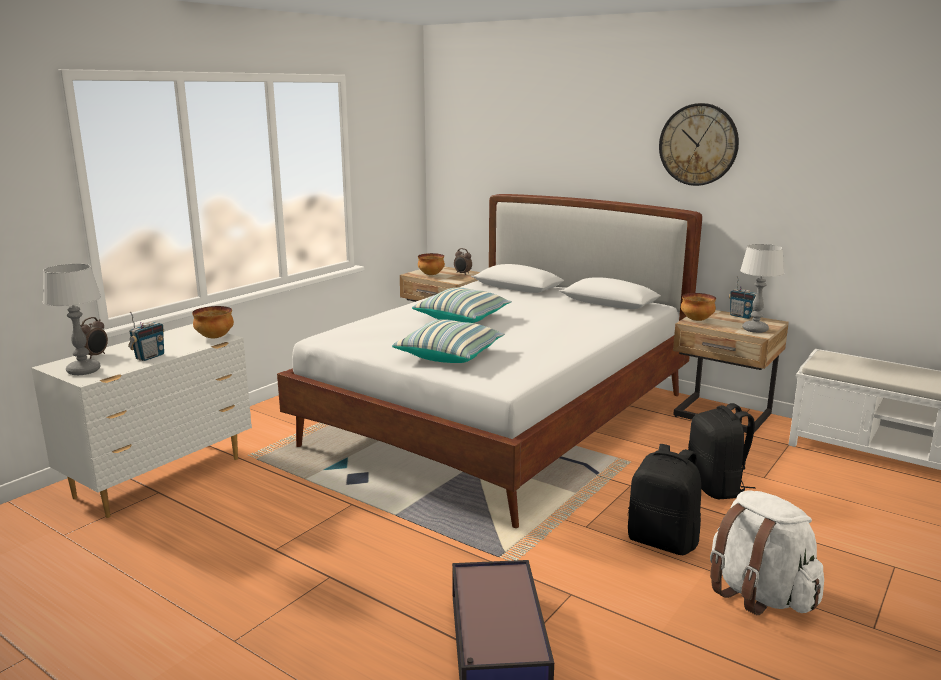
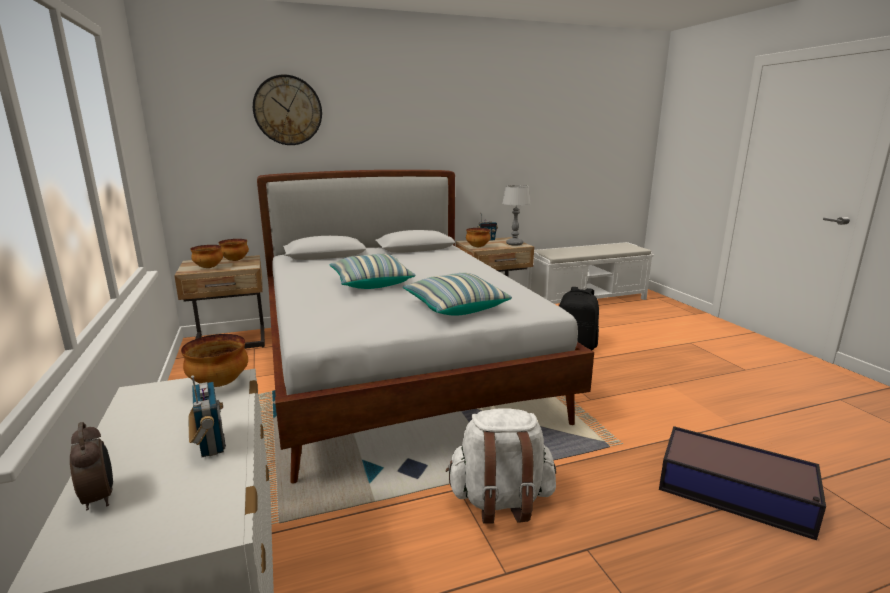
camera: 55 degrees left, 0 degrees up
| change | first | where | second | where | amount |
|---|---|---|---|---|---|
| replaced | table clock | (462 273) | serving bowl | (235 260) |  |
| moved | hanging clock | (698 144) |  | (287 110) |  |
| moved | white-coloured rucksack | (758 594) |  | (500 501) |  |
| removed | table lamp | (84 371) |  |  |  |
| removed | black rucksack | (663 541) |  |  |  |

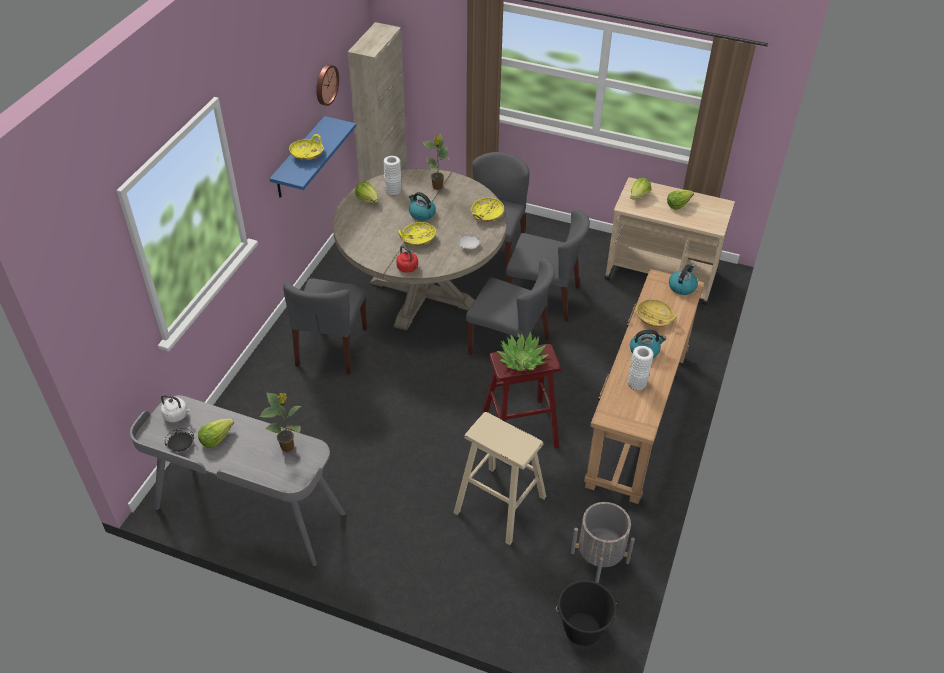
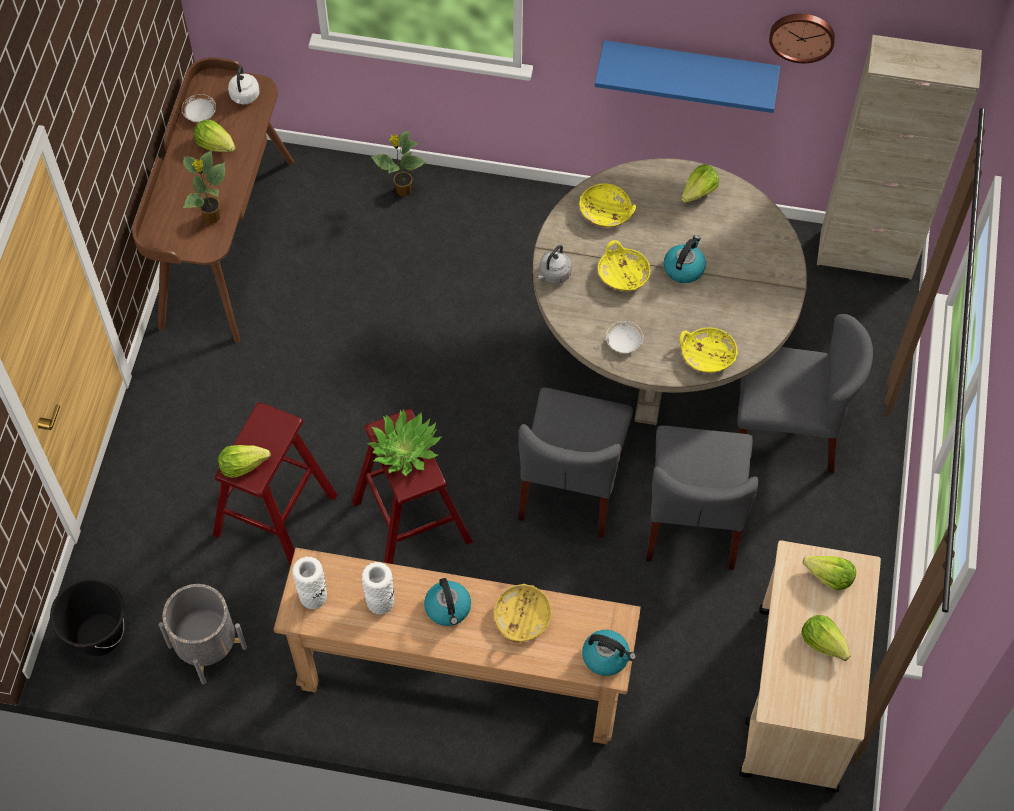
camera: 80 degrees right, 15 degrees up
| change | first | where | second | where | amount |
|---|---|---|---|---|---|
| recoloured | gray desk table | (248 512) | brownish desk table | (225 242) |  |
| recoloured | black plate | (181 445) | white-coloured plate | (200 115) |  |
| recoloured | sand-coloured sitting stool | (500 504) | red-coloured sitting stool | (275 515) |  |
| added |  |  | lettuce | (243 465) |  |
| moved | white-coloured flower vase | (393 190) |  | (313 596) |  |
| moved | potted plant | (437 187) |  | (402 191) |  |
| recoloured | red-coloured water kettle | (408 268) | gray water kettle | (553 275) |  |
| moved | yellowish serving bowl | (308 154) |  | (606 212) |  |
| removed | gray upright chair | (332 347) |  |  |  |

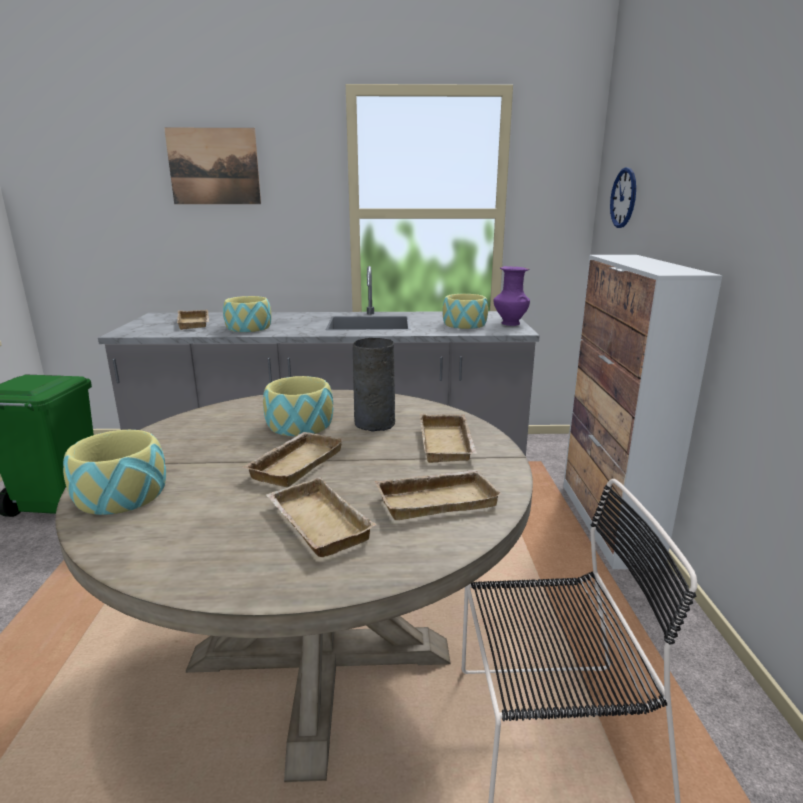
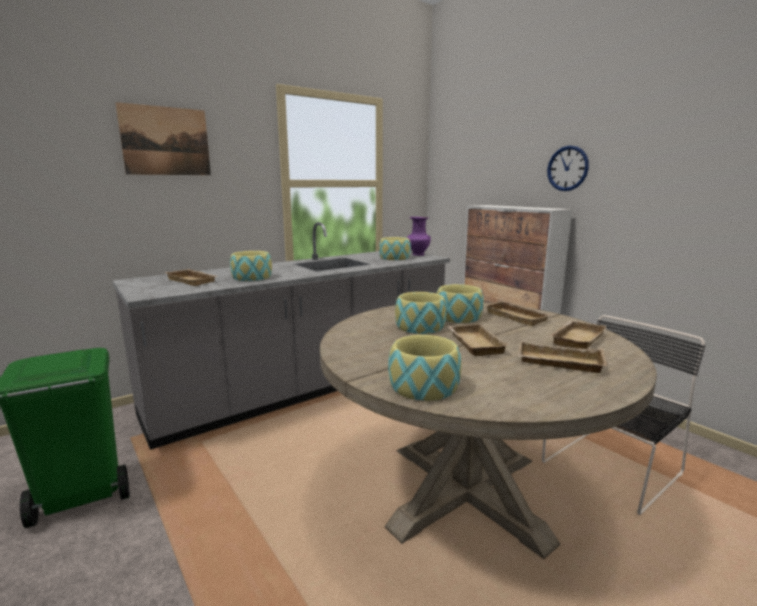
camera: 35 degrees left, 5 degrees down
| change | first | where | second | where | amount |
|---|---|---|---|---|---|
| replaced | gray flower vase | (375 423) | serving bowl | (458 316) |  |
| moved | hanging clock | (623 198) |  | (567 168) |  |

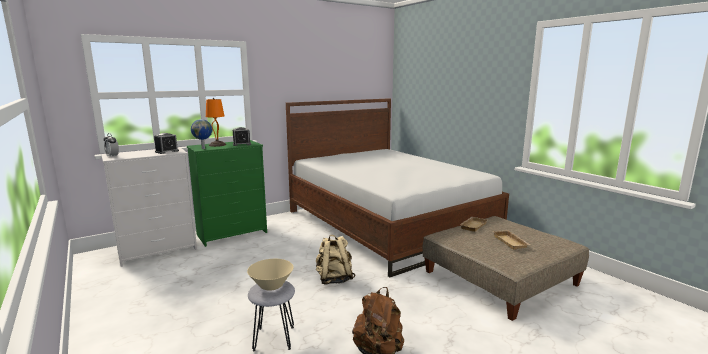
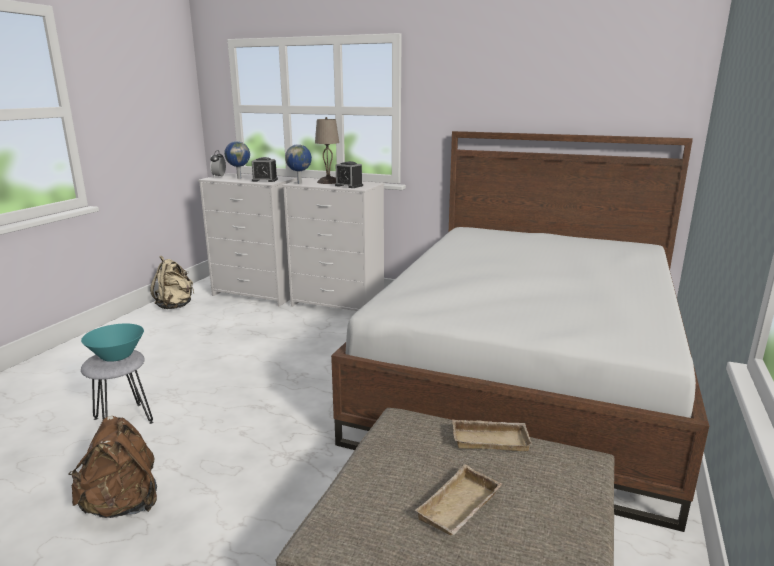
camera: 55 degrees right, 5 degrees up
| change | first | where | second | where | amount |
|---|---|---|---|---|---|
| recoloured | sand-coloured serving bowl | (271 285) | turquoise serving bowl | (117 356) |  |
| moved | sand-coloured rucksack | (334 279) |  | (175 306) |  |
| added |  |  | globe | (239 178) |  |
| recoloured | greenish dresser | (232 233) | white-coloured dresser | (338 304) |  |
| recoloured | orange-coloured table lamp | (217 145) | sand-coloured table lamp | (328 182) |  |

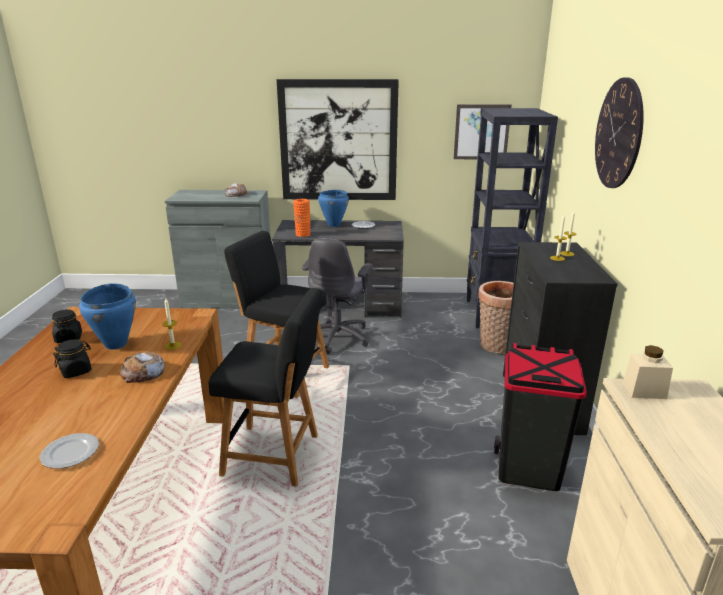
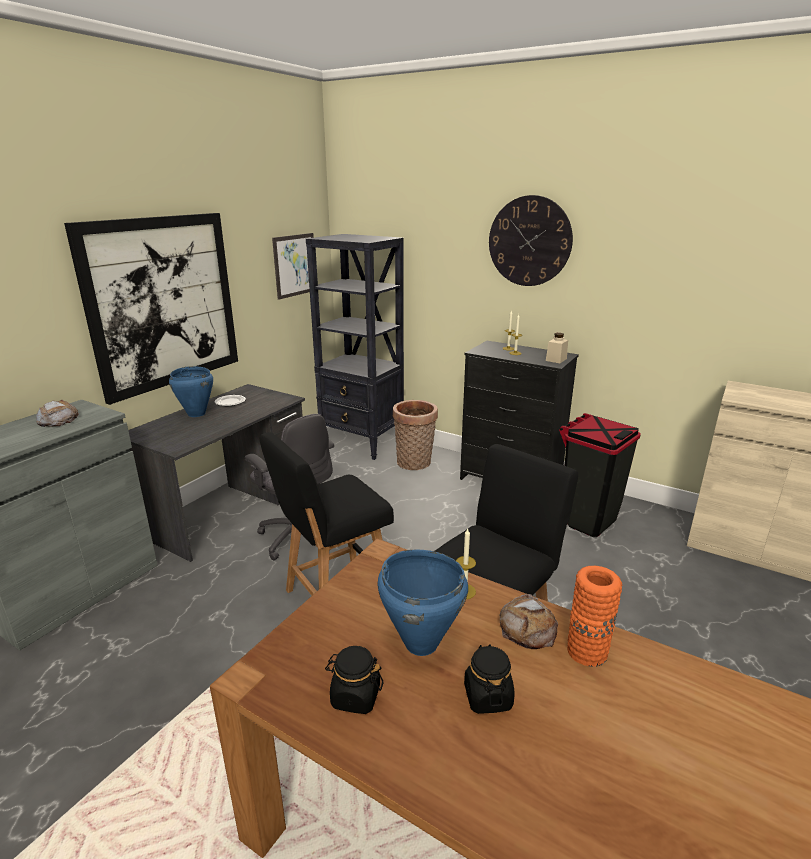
camera: 60 degrees left, 0 degrees up
| change | first | where | second | where | amount |
|---|---|---|---|---|---|
| moved | sand-coloured jar | (644 390) |  | (556 359) |  |
| moved | orange-coloured flower vase | (303 235) |  | (586 651) |  |
| removed | plate | (71 453) |  |  |  |

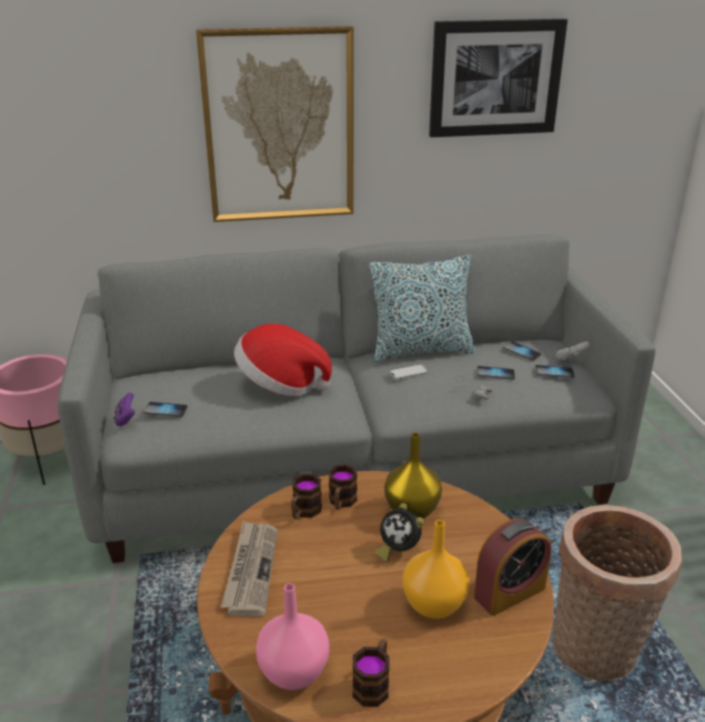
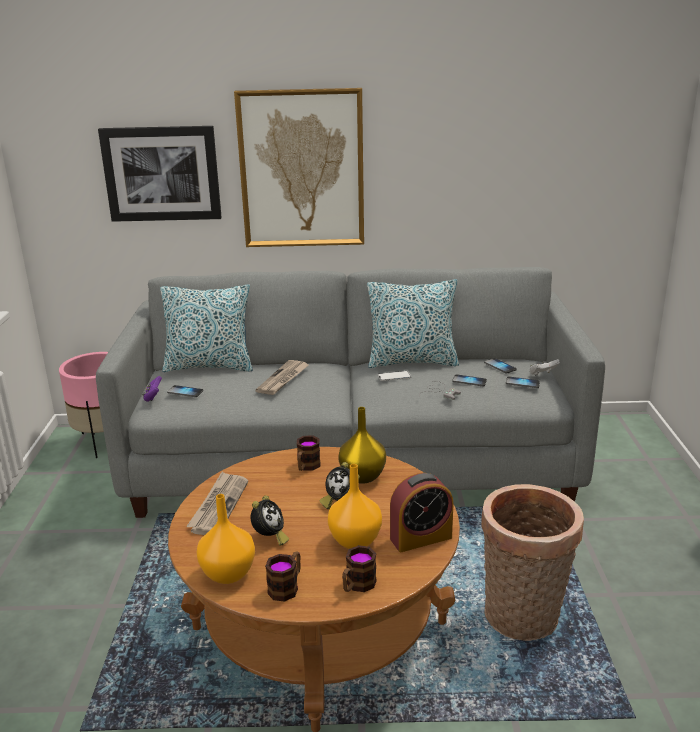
camera: 10 degrees right, 5 degrees down
| change | first | where | second | where | amount |
|---|---|---|---|---|---|
| moved | wall art | (495 78) |  | (162 174) |  |
| added |  |  | cushion | (209 366) |  |
| recoloured | pink-coloured flower vase | (292 671) | orange-coloured flower vase | (227 573) |  |
| added |  |  | table clock | (269 538) |  |
| replaced | clothing hat | (280 384) | newspaper | (283 379) |  |
| moved | coffee mug | (304 512) |  | (357 586) |  |

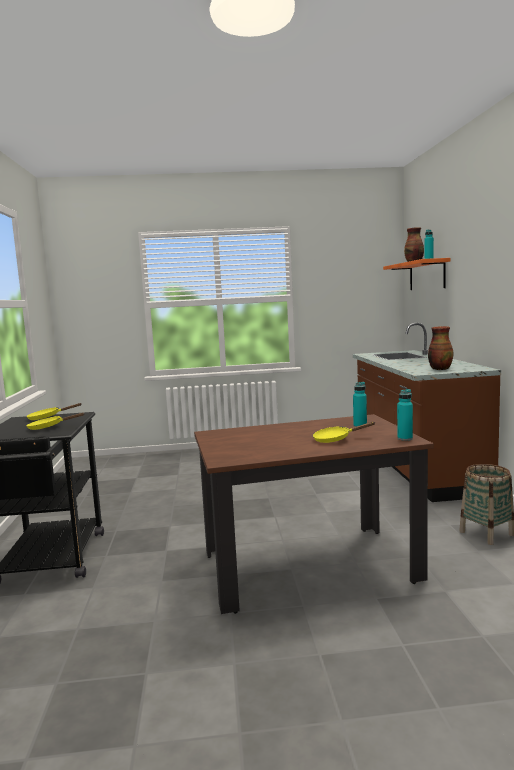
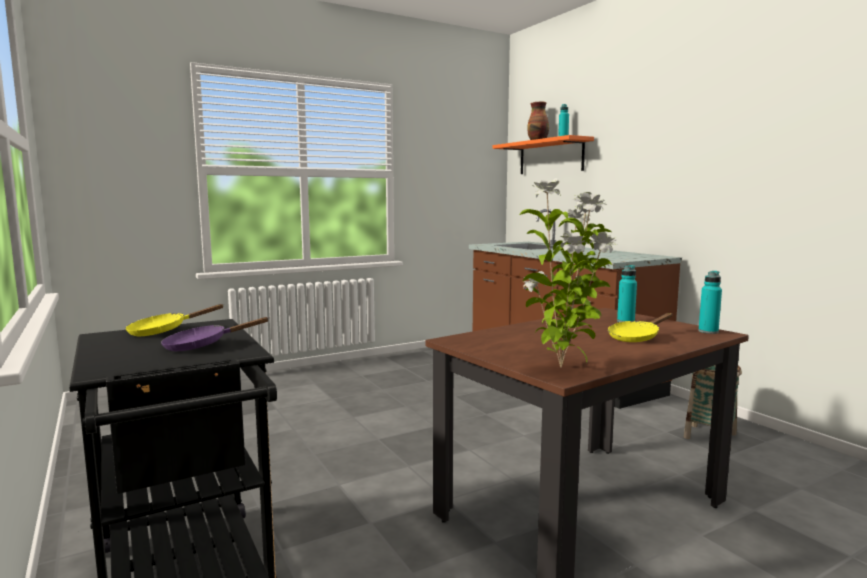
camera: 25 degrees left, 0 degrees up
| change | first | where | second | where | amount |
|---|---|---|---|---|---|
| recoloured | yellowish frying pan | (49 427) | purple frying pan | (202 346) |  |
| added |  |  | potted plant | (563 368) |  |
| removed | flower vase | (439 369) |  |  |  |

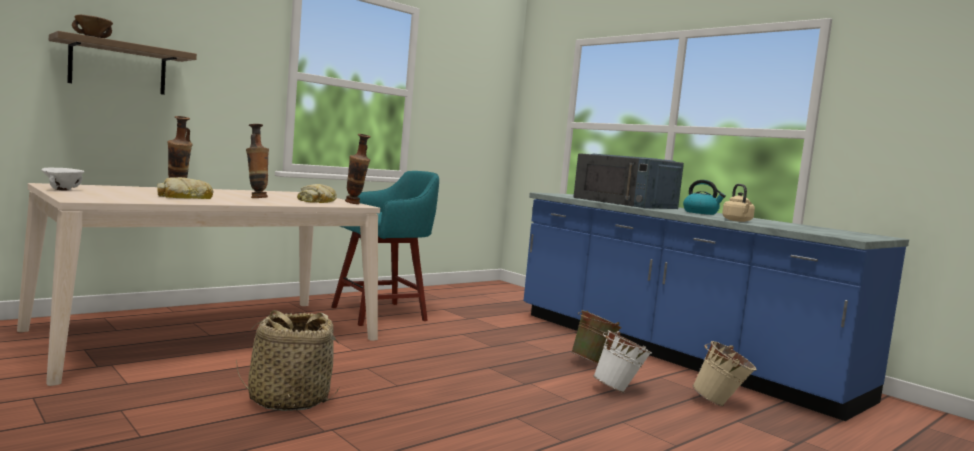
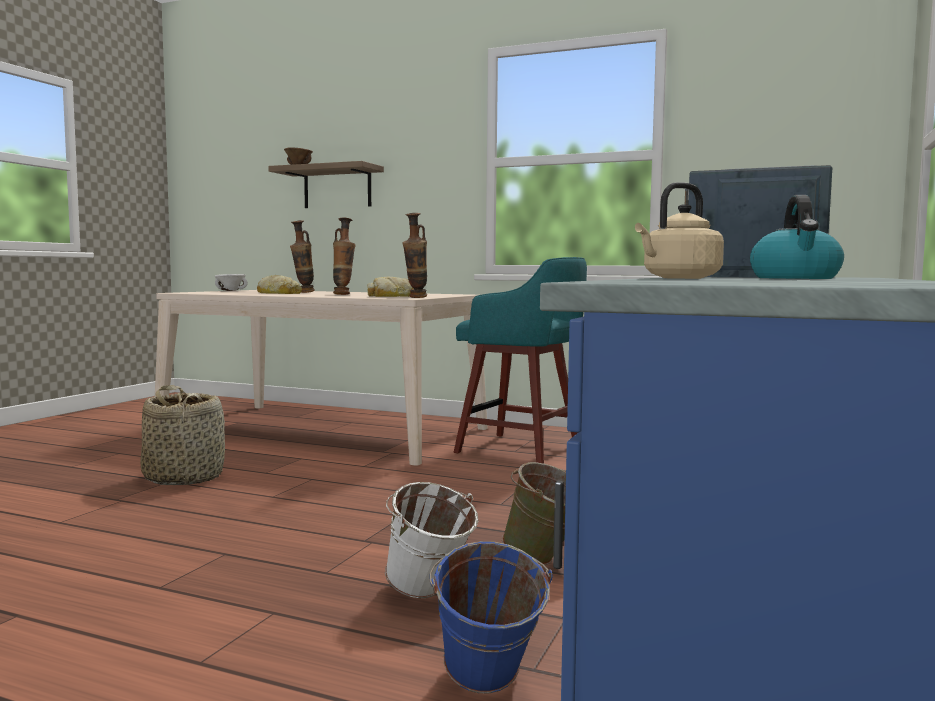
camera: 65 degrees right, 0 degrees up
| change | first | where | second | where | amount |
|---|---|---|---|---|---|
| recoloured | sand-coloured pail | (721 404) | bluish pail | (486 690) |  |

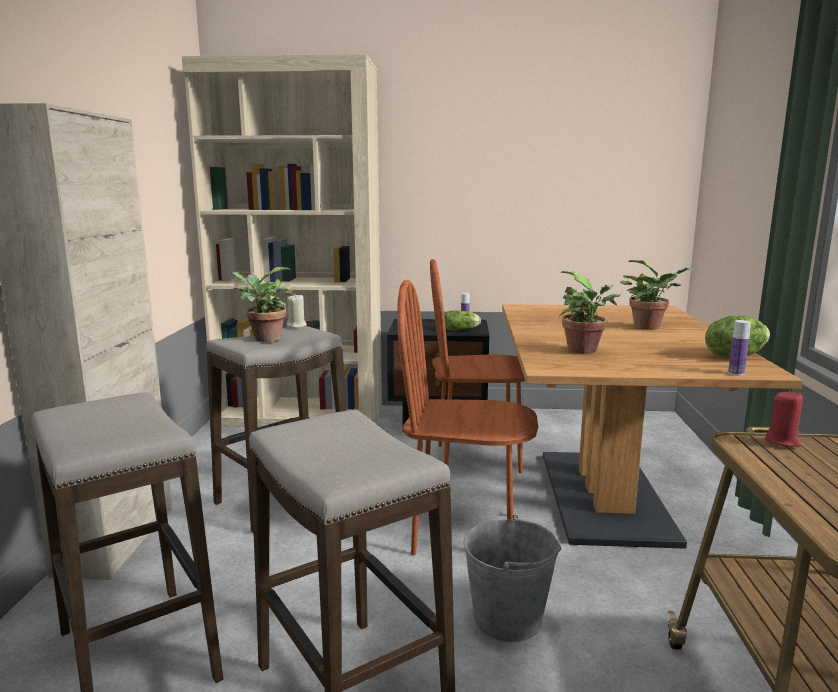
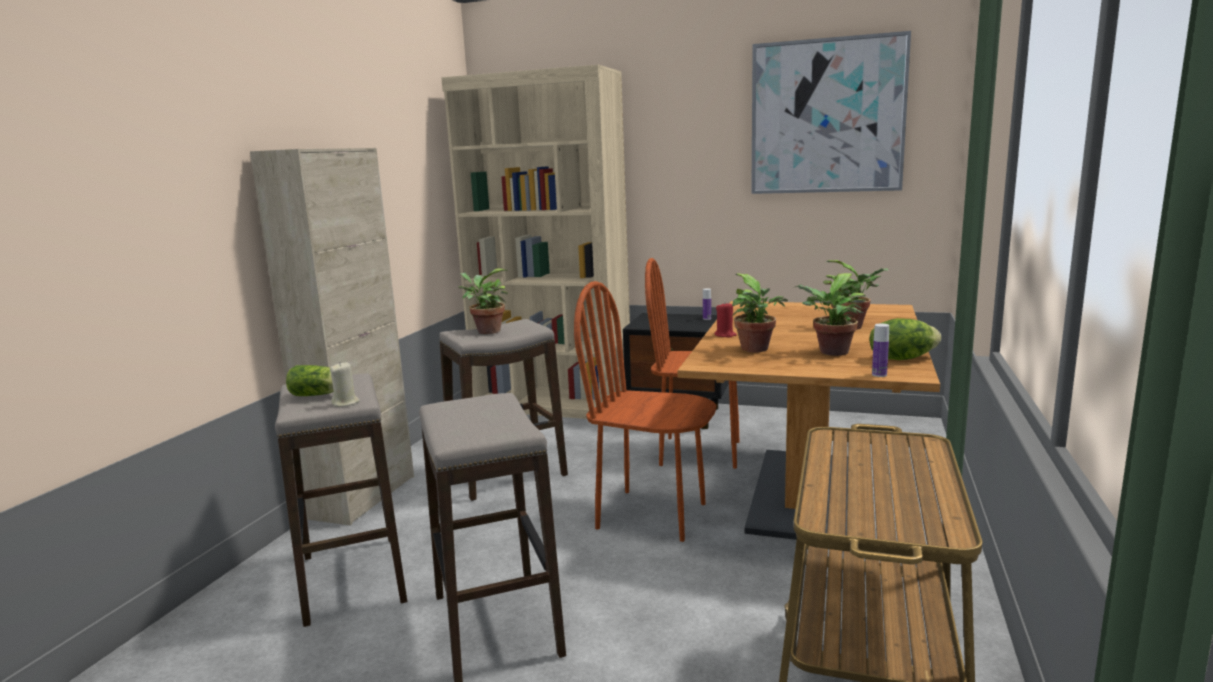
camera: 15 degrees right, 0 degrees up
| change | first | where | second | where | amount |
|---|---|---|---|---|---|
| moved | lettuce | (462 330) |  | (318 395) |  |
| moved | sand-coloured candle | (297 326) |  | (345 403) |  |
| moved | red-coloured candle | (782 441) |  | (725 335) |  |
| added |  |  | wall art | (827 117) |  |
| added |  |  | potted plant | (831 353) |  |
| removed | gray pail | (508 619) |  |  |  |

